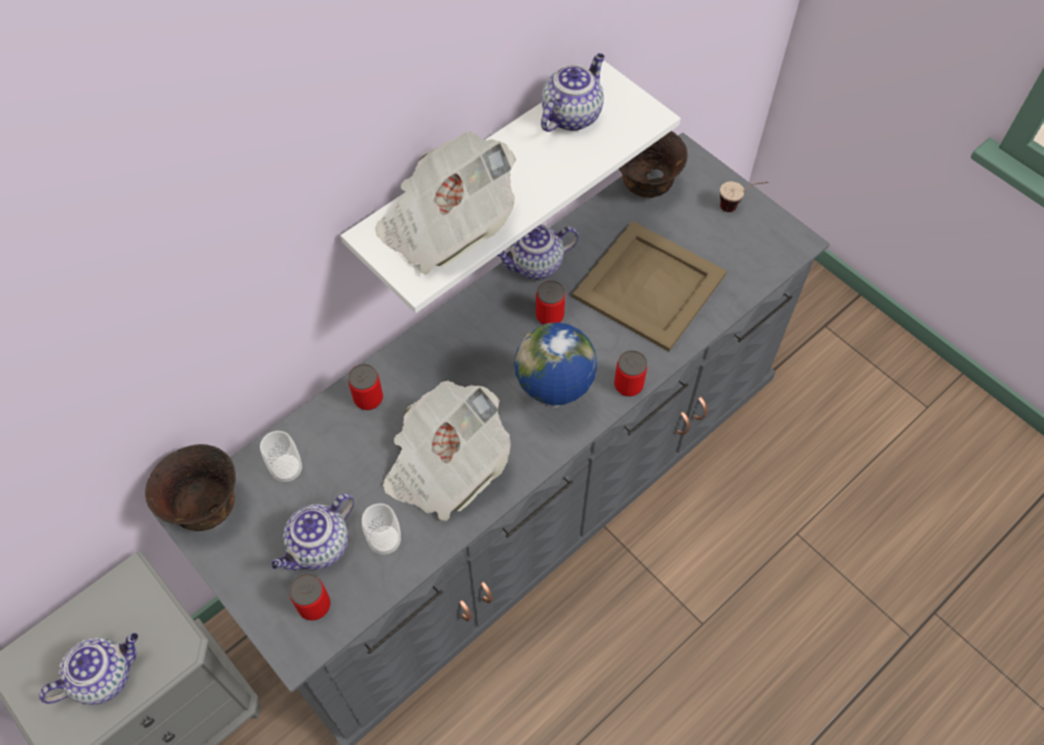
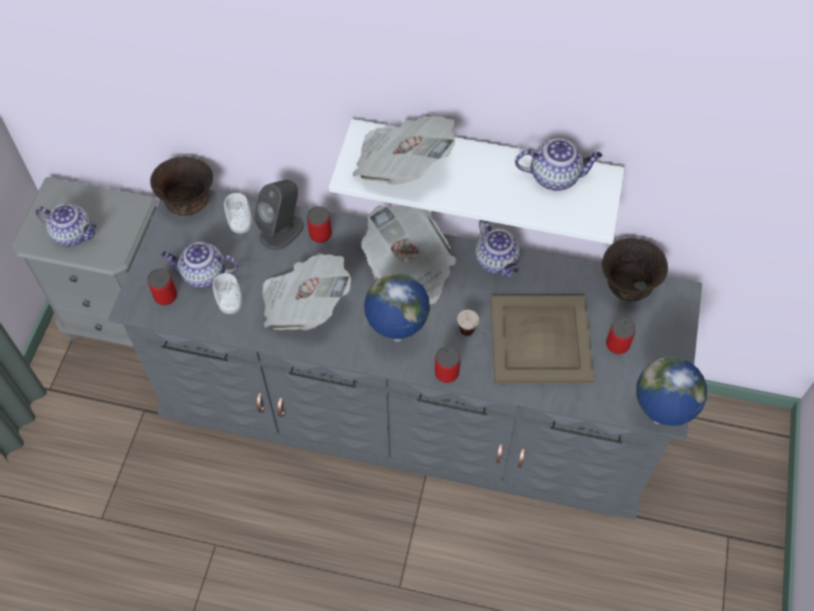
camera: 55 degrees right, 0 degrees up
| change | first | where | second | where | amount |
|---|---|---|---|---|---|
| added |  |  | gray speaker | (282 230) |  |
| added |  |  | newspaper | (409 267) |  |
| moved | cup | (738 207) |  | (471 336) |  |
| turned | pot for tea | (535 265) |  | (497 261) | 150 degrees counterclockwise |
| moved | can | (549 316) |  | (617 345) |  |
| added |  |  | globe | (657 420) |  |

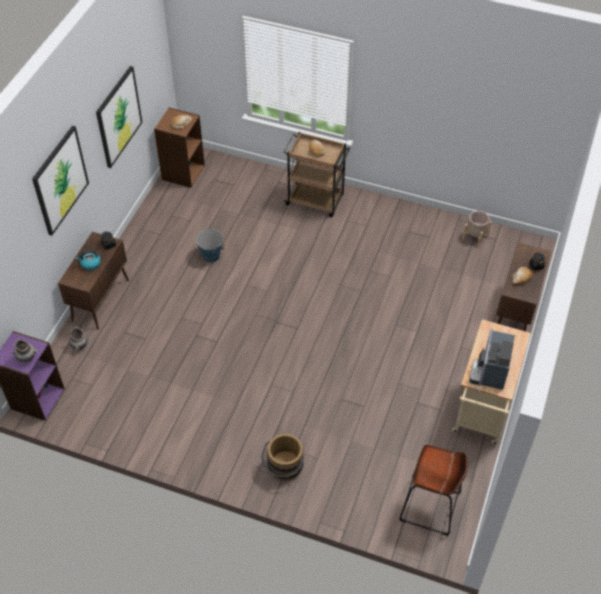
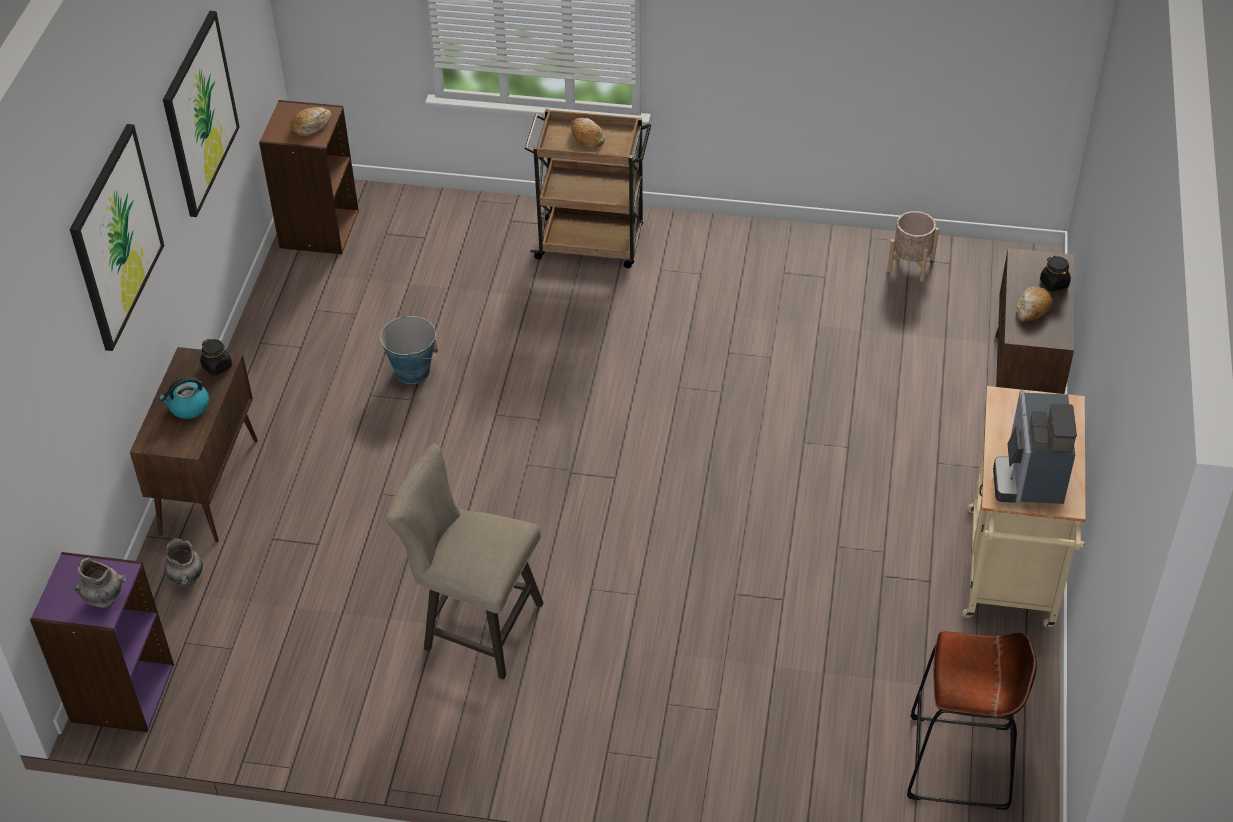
camera: 10 degrees left, 5 degrees down
| change | first | where | second | where | amount |
|---|---|---|---|---|---|
| added |  |  | sand-coloured sitting stool | (474 625) |  |
| removed | brownish pail | (283 469) |  |  |  |

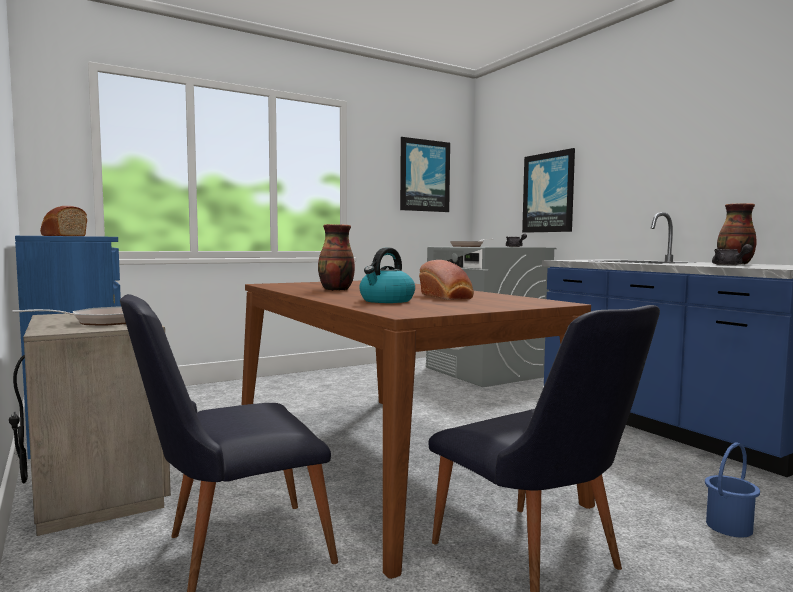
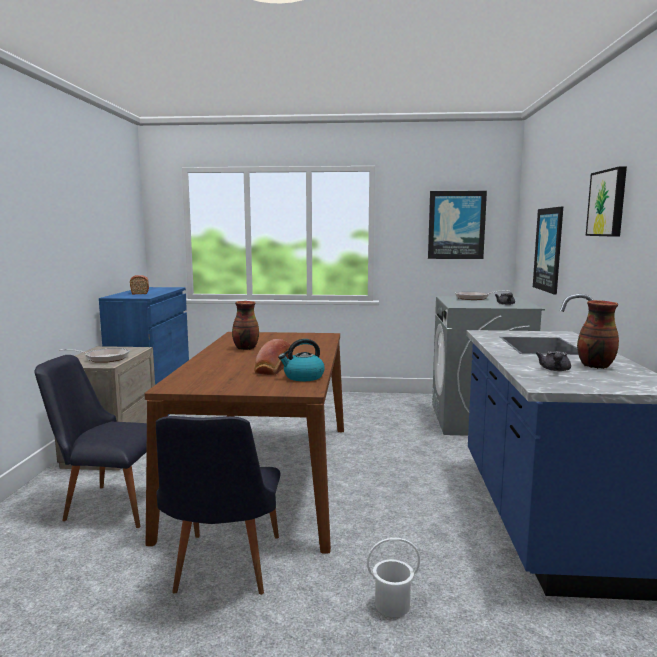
camera: 35 degrees right, 5 degrees up
| change | first | where | second | where | amount |
|---|---|---|---|---|---|
| moved | water kettle | (386 301) |  | (303 377) |  |
| recoloured | bluish pail | (728 526) | white-coloured pail | (392 604) |  |
| added |  |  | wall art | (608 203) |  |

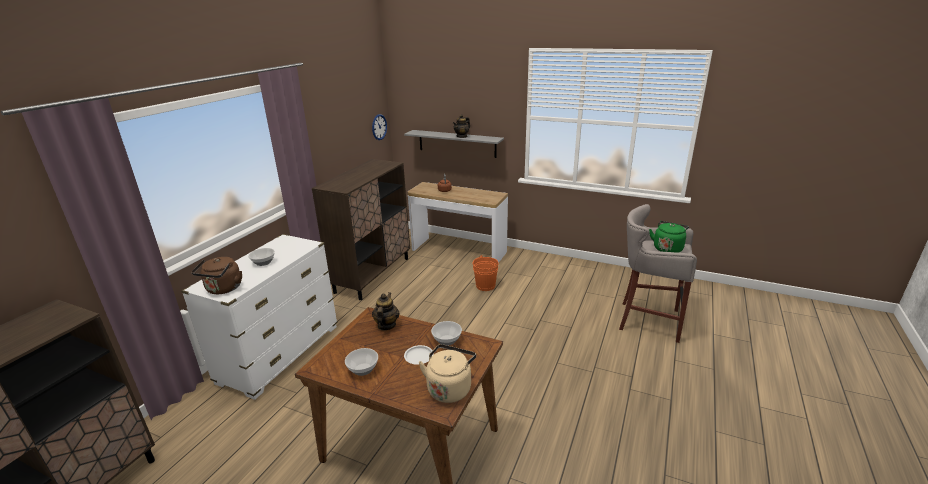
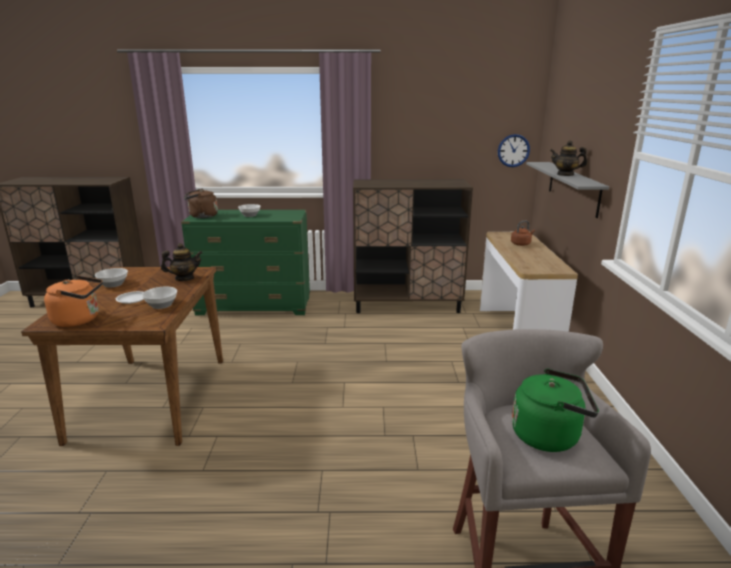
camera: 65 degrees right, 5 degrees down
| change | first | where | second | where | amount |
|---|---|---|---|---|---|
| recoloured | sand-coloured water kettle | (450 388) | orange-coloured water kettle | (79 320) |  |
| recoloured | white-coloured dresser | (280 354) | greenish dresser | (254 306) |  |
| removed | orange-coloured pail | (485 286) |  |  |  |

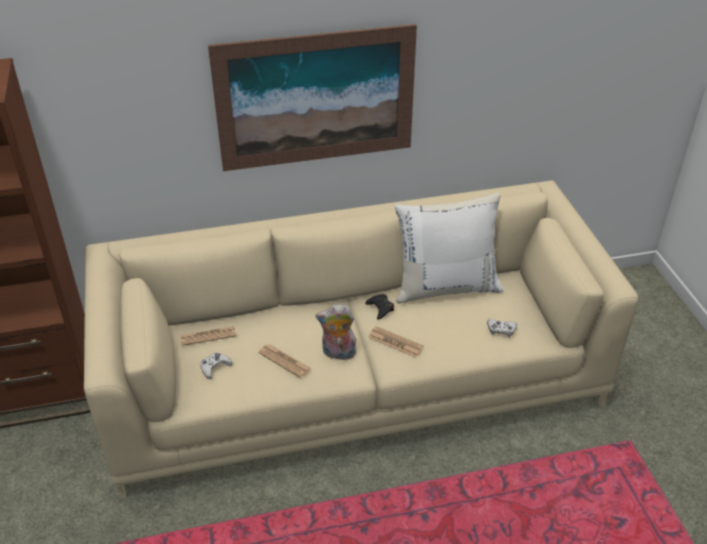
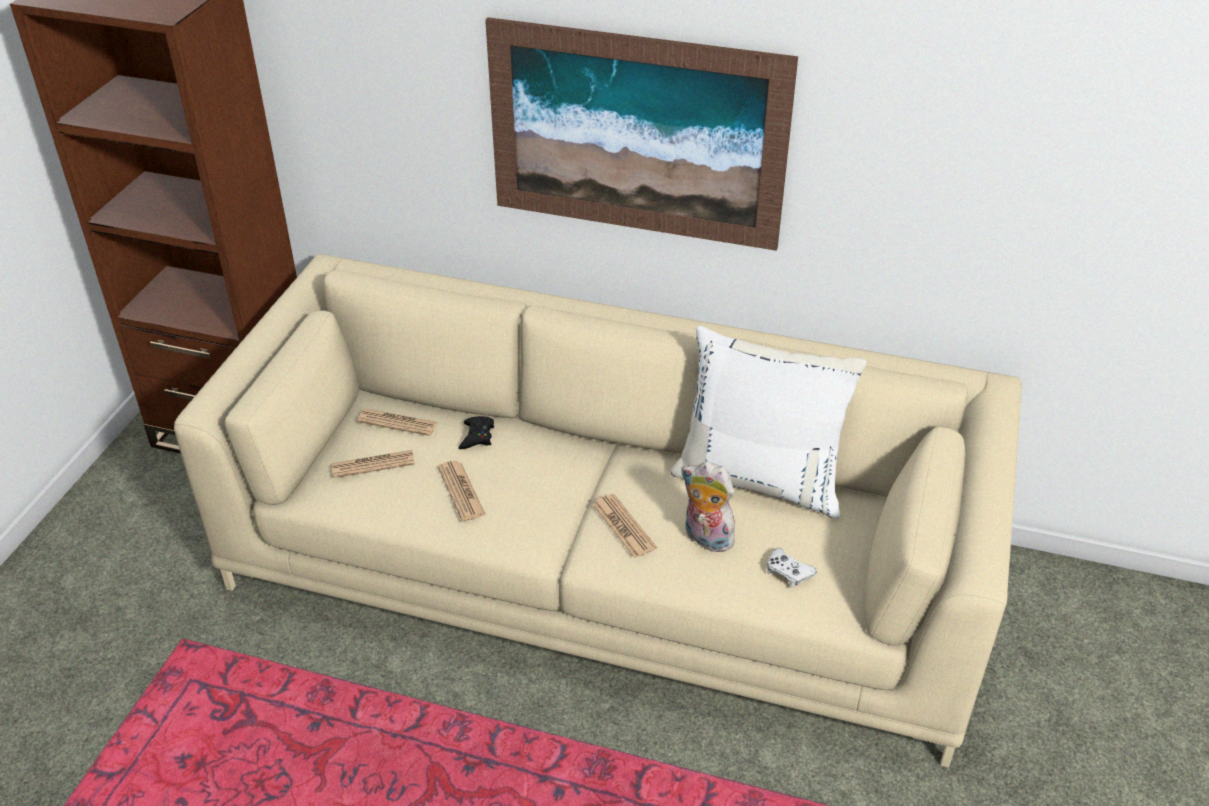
camera: 30 degrees right, 0 degrees up
| change | first | where | second | where | amount |
|---|---|---|---|---|---|
| replaced | white-coloured gamepad | (215 367) | newspaper | (373 464) |  |
| moved | black gamepad | (380 308) |  | (477 436) |  |
| moved | soft toy | (338 354) |  | (705 539) |  |

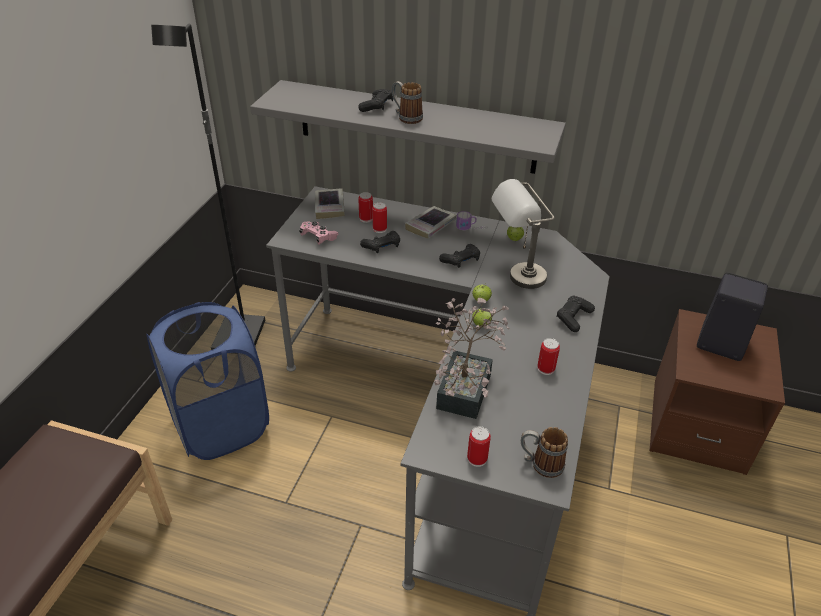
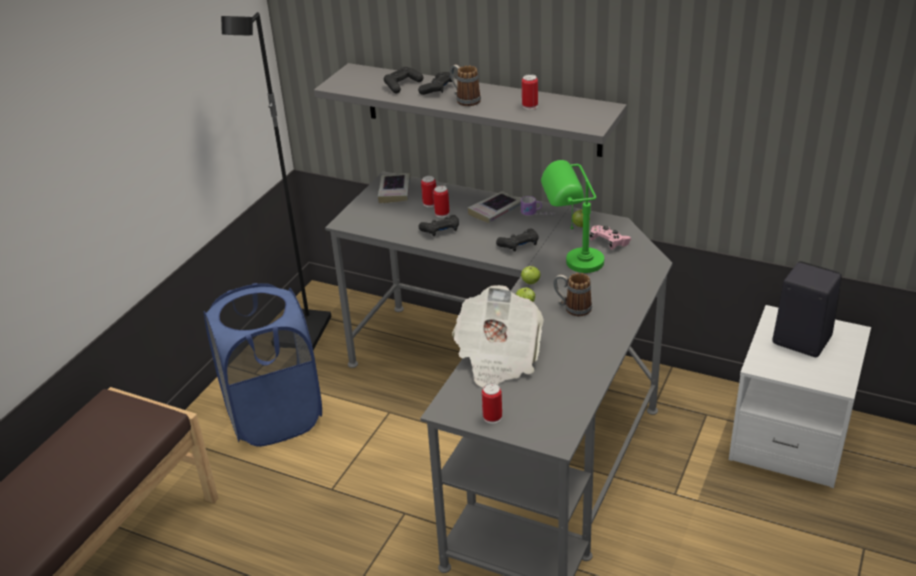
camera: 10 degrees right, 5 degrees down
| change | first | where | second | where | amount |
|---|---|---|---|---|---|
| moved | black gamepad | (573 318) |  | (402 85) |  |
| replaced | potted plant | (467 385) | newspaper | (498 357) |  |
| moved | can | (546 369) |  | (530 106) |  |
| recoloured | gray table lamp | (516 280) | greenish table lamp | (572 264) |  |
| moved | coffee mug | (540 464) |  | (572 308) |  |
| moved | pink-coloured gamepad | (318 237) |  | (609 242) |  |
| recoloured | brownish bedside table | (697 425) | white-coloured bedside table | (790 438) |  |

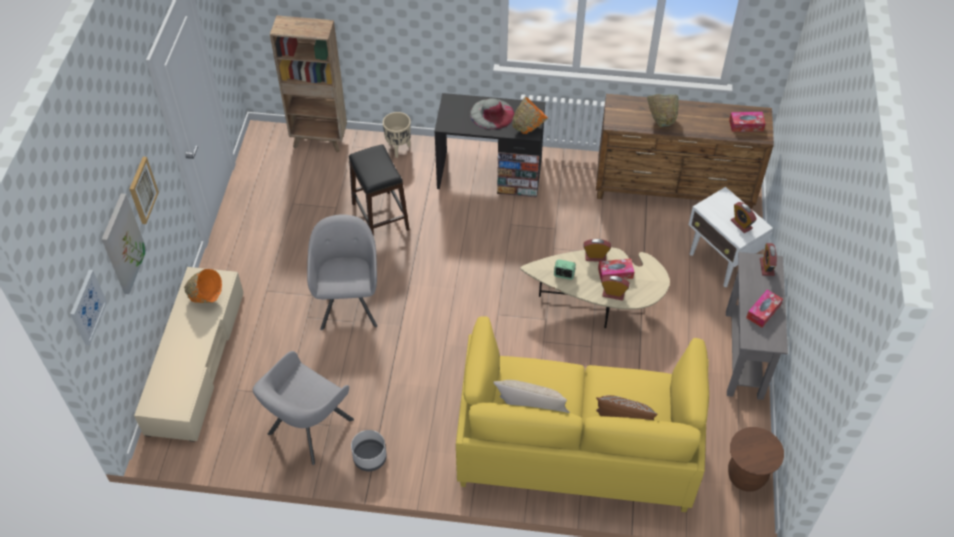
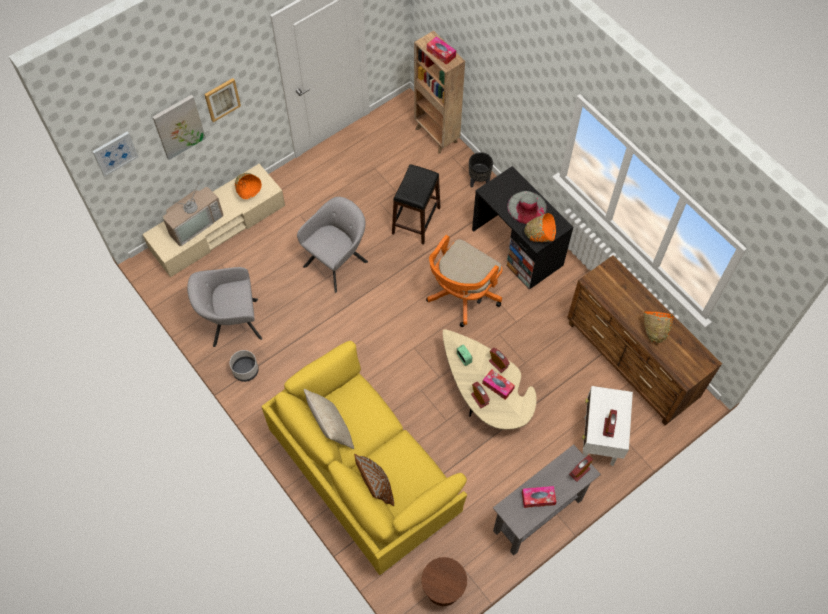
camera: 45 degrees right, 10 degrees up
| change | first | where | second | where | amount |
|---|---|---|---|---|---|
| added |  |  | TV set | (194 222) |  |
| added |  |  | orange-coloured computer chair | (461 296) |  |
| moved | tissue holder | (746 125) |  | (441 53) |  |
| recoloured | sand-coloured plant pot | (399 149) | black plant pot | (479 181) |  |
| added |  |  | orange-coloured serving bowl | (654 330) |  |
| removed | greenish serving bowl | (661 119) |  |  |  |

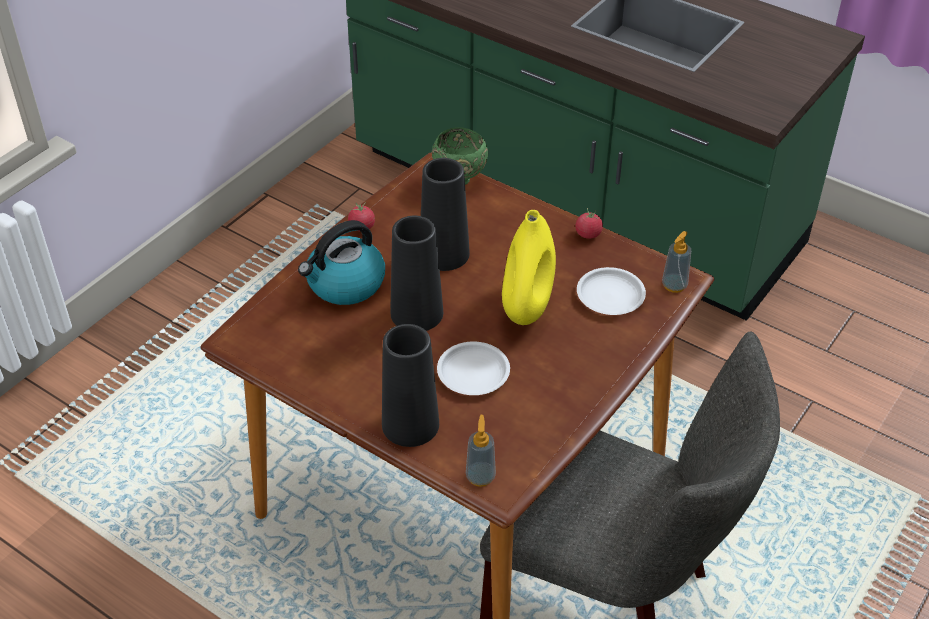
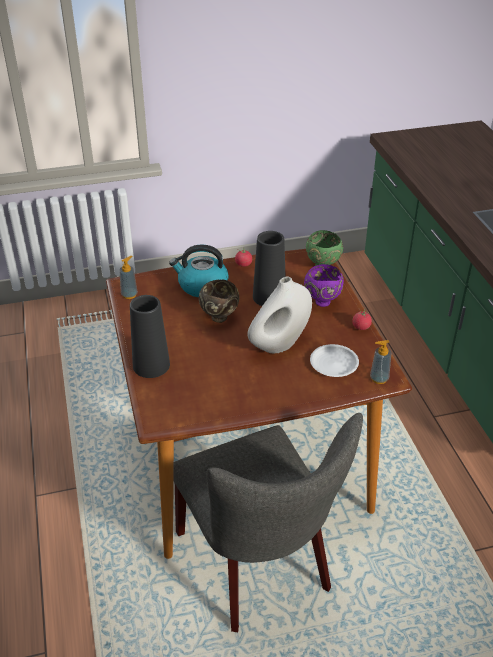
camera: 40 degrees right, 5 degrees down
| change | first | where | second | where | amount |
|---|---|---|---|---|---|
| moved | soap dispenser | (480 476) |  | (129 295) |  |
| replaced | black flower vase | (417 313) | brownish serving bowl | (219 317) |  |
| recoloured | yellowish flower vase | (527 308) | white-coloured flower vase | (279 345) |  |
| added |  |  | purple serving bowl | (322 301) |  |
| removed | white-coloured plate | (474 373) |  |  |  |

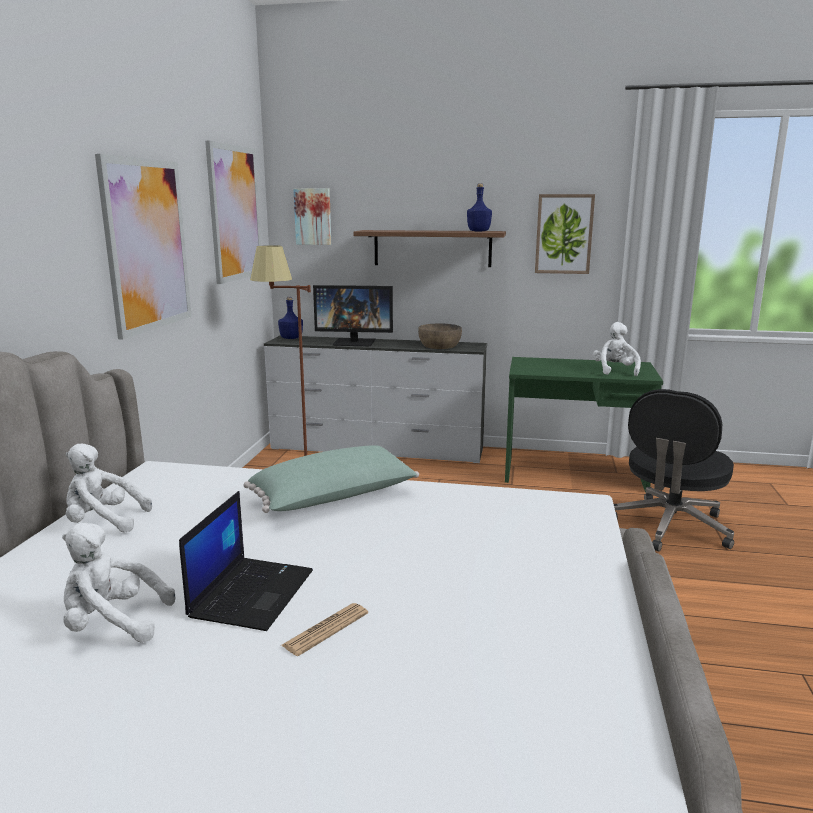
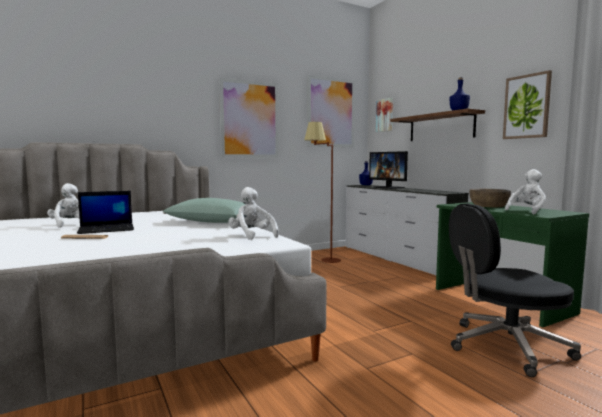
camera: 50 degrees right, 10 degrees down
| change | first | where | second | where | amount |
|---|---|---|---|---|---|
| moved | white-coloured soft toy | (103 522) |  | (252 236) |  |
| moved | brownish serving bowl | (439 345) |  | (489 205) |  |

